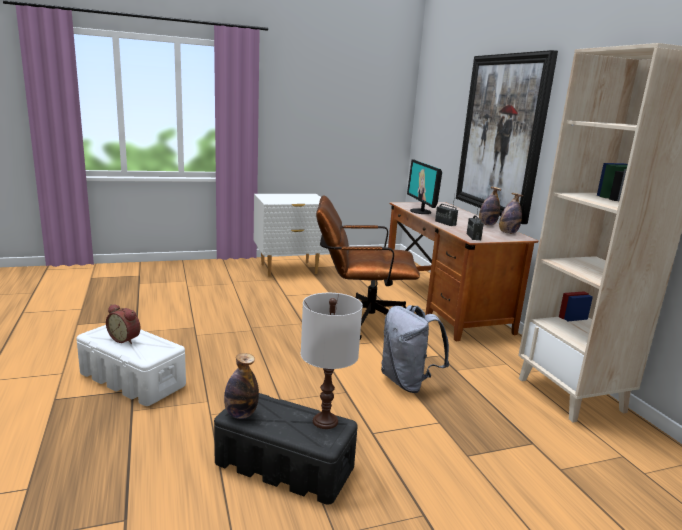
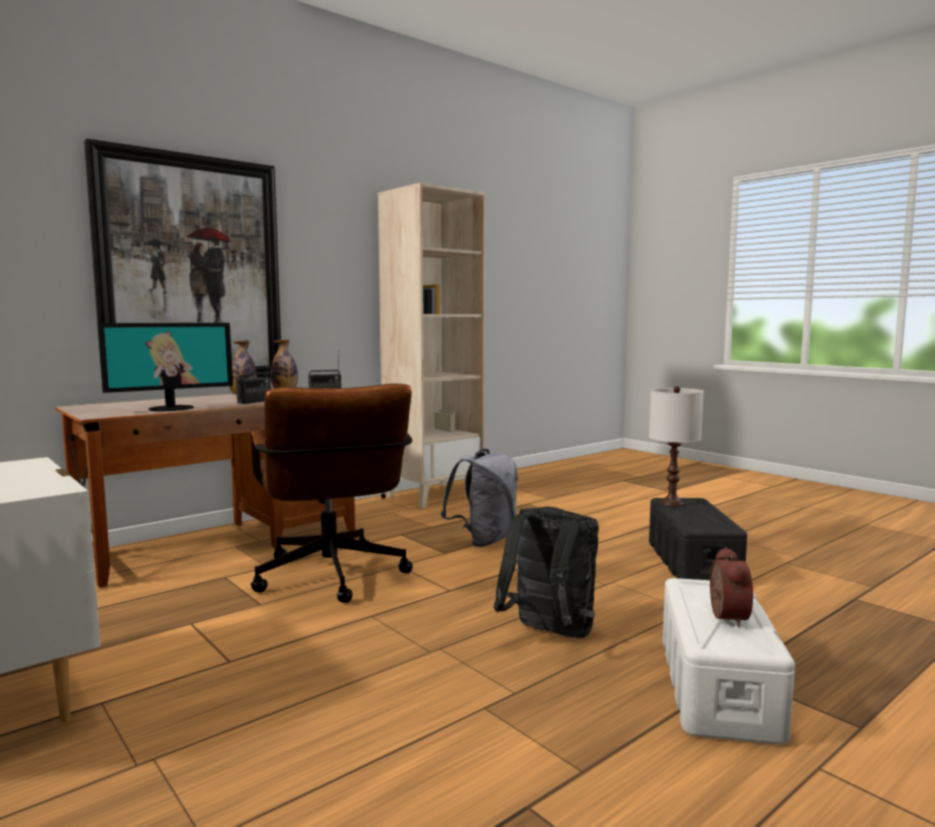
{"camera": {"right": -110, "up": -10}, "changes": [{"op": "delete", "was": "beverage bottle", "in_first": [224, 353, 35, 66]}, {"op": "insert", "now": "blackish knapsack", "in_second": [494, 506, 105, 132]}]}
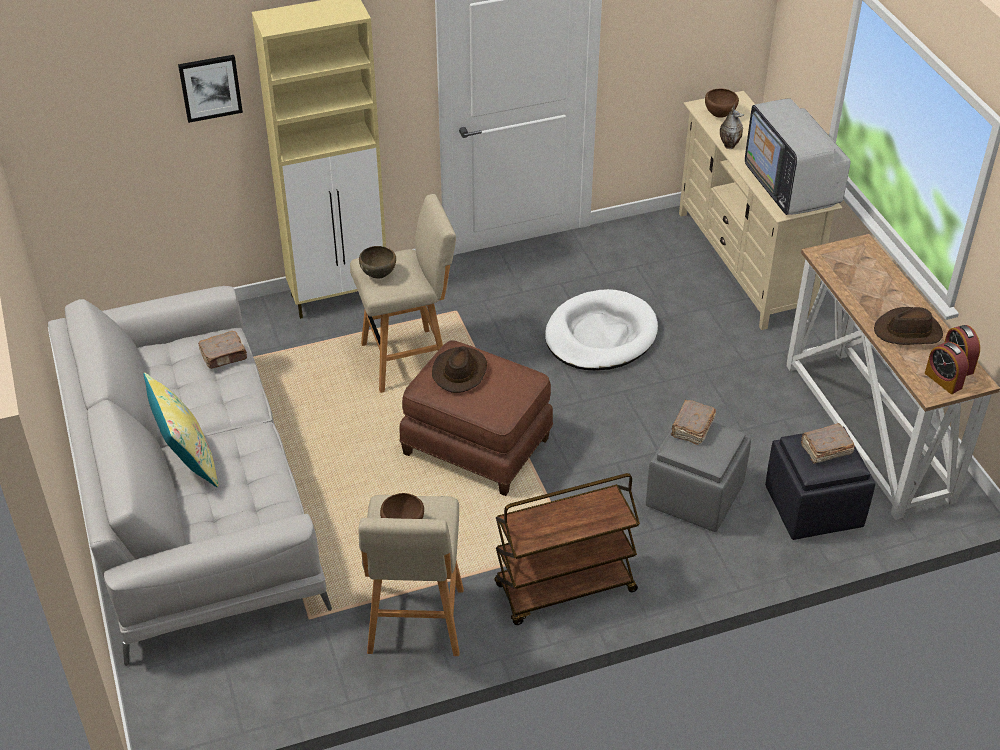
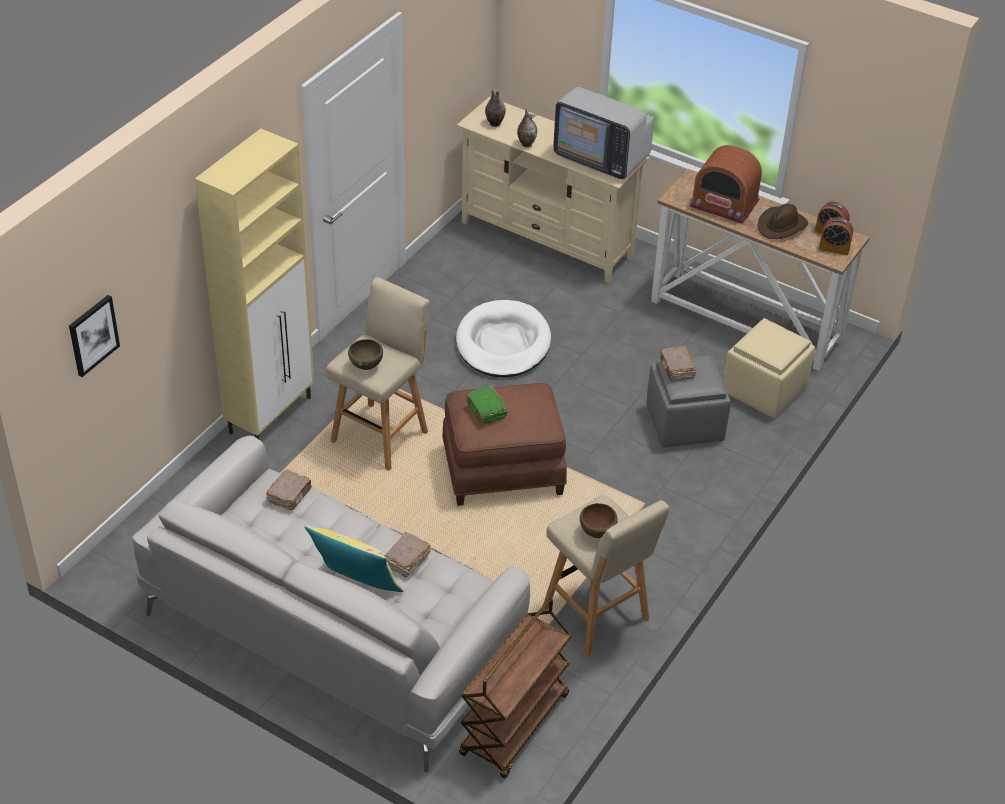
{"camera": {"right": -40, "up": 0}, "changes": [{"op": "insert", "now": "radio", "in_second": [690, 145, 72, 78]}, {"op": "move", "was": "picture", "in_first": [178, 55, 65, 68], "in_second": [69, 295, 51, 82]}, {"op": "move", "was": "brown wheeled cart", "in_first": [494, 473, 146, 152], "in_second": [459, 598, 113, 181]}, {"op": "move", "was": "brown volume", "in_first": [801, 423, 54, 40], "in_second": [384, 532, 47, 46]}, {"op": "replace", "was": "brown clothing hat", "now": "greenish volume", "in_first": [432, 346, 55, 47], "in_second": [466, 386, 42, 39]}, {"op": "replace", "was": "brown bowl", "now": "vase", "in_first": [705, 89, 34, 29], "in_second": [485, 90, 21, 37]}, {"op": "recolor", "was": "blackish pouffe", "now": "beige pouffe", "in_first": [765, 427, 110, 113], "in_second": [723, 318, 92, 100]}]}
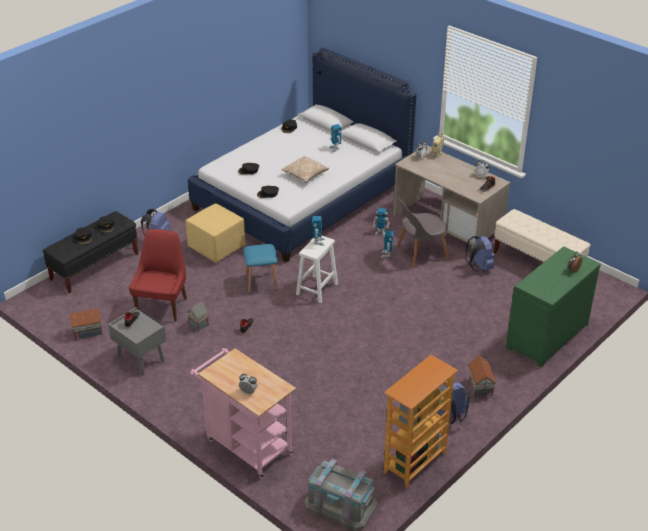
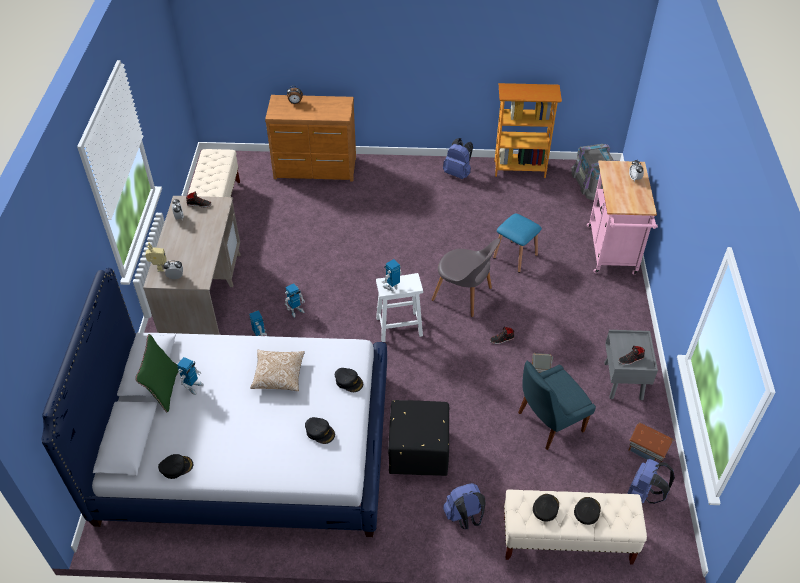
{"camera": {"right": -130, "up": 10}, "changes": [{"op": "delete", "was": "miniature house", "in_first": [468, 355, 29, 43]}, {"op": "insert", "now": "greenish throw pillow", "in_second": [135, 334, 43, 78]}, {"op": "move", "was": "blue-coloured stool seat", "in_first": [244, 244, 34, 49], "in_second": [493, 214, 49, 59]}, {"op": "move", "was": "gray upright chair", "in_first": [397, 197, 52, 71], "in_second": [431, 238, 69, 79]}, {"op": "move", "was": "blue-coloured knapsack", "in_first": [465, 236, 30, 35], "in_second": [627, 459, 48, 45]}, {"op": "recolor", "was": "blackish indoor bench", "now": "beige indoor bench", "in_first": [43, 211, 95, 83], "in_second": [504, 489, 143, 76]}, {"op": "recolor", "was": "red-coloured upright chair", "now": "blue-coloured upright chair", "in_first": [129, 229, 58, 92], "in_second": [518, 361, 78, 89]}, {"op": "recolor", "was": "yellow-coloured pouffe", "now": "blackish pouffe", "in_first": [186, 203, 60, 60], "in_second": [388, 400, 61, 76]}, {"op": "recolor", "was": "greenish chest of drawers", "now": "brown chest of drawers", "in_first": [506, 246, 95, 121], "in_second": [265, 95, 91, 86]}]}
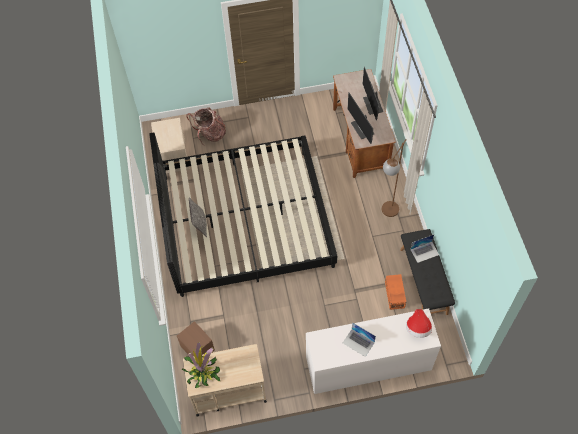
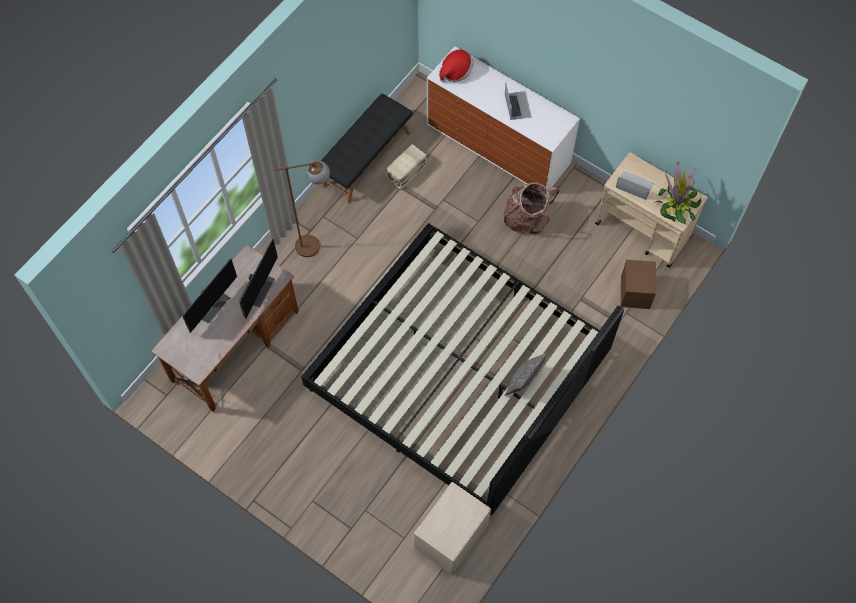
{"camera": {"right": -135, "up": 5}, "changes": [{"op": "move", "was": "knapsack", "in_first": [186, 107, 40, 39], "in_second": [504, 182, 55, 53]}, {"op": "move", "was": "portable computer", "in_first": [410, 234, 29, 29], "in_second": [616, 171, 38, 29]}, {"op": "recolor", "was": "orangey storage container", "now": "beige storage container", "in_first": [385, 274, 21, 36], "in_second": [386, 144, 41, 46]}]}
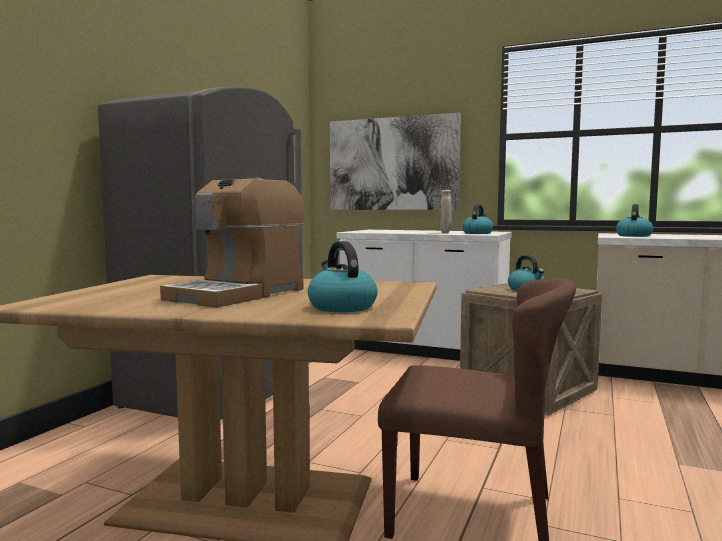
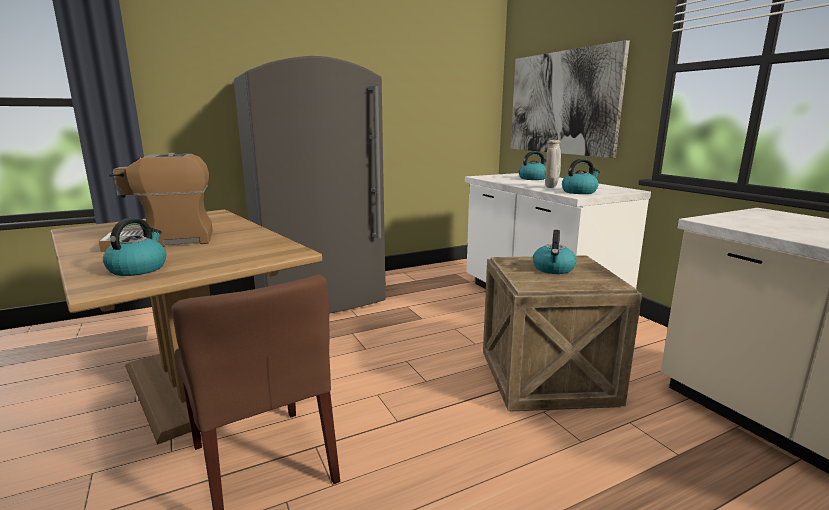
{"camera": {"right": 40, "up": 10}, "changes": [{"op": "move", "was": "tea kettle", "in_first": [616, 204, 37, 33], "in_second": [519, 151, 28, 29]}]}
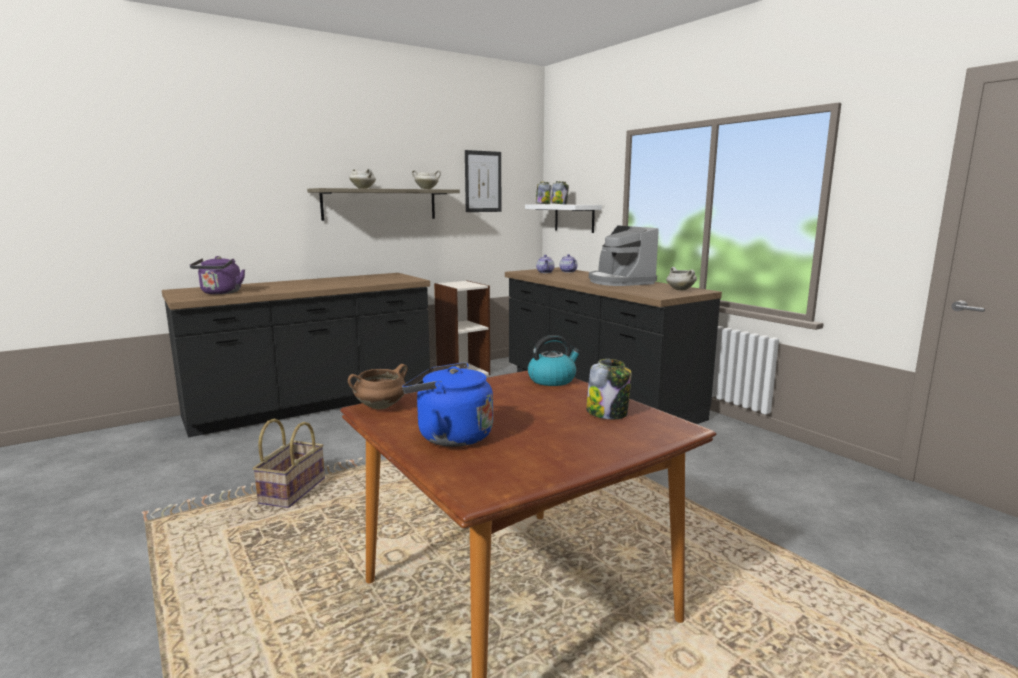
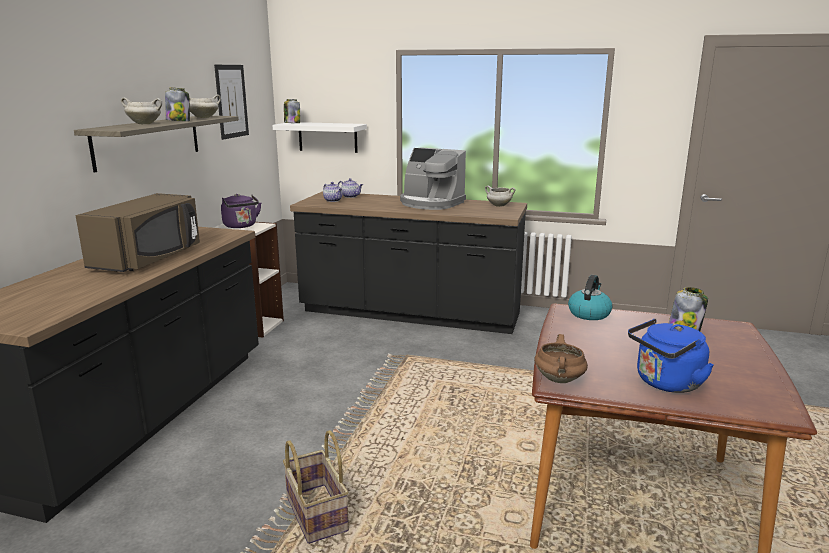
{"camera": {"right": -40, "up": 5}, "changes": [{"op": "insert", "now": "brown microwave", "in_second": [76, 193, 124, 79]}, {"op": "move", "was": "purplish tea kettle", "in_first": [190, 256, 55, 38], "in_second": [221, 194, 40, 34]}, {"op": "move", "was": "preserve jar", "in_first": [551, 181, 18, 23], "in_second": [165, 88, 25, 33]}]}
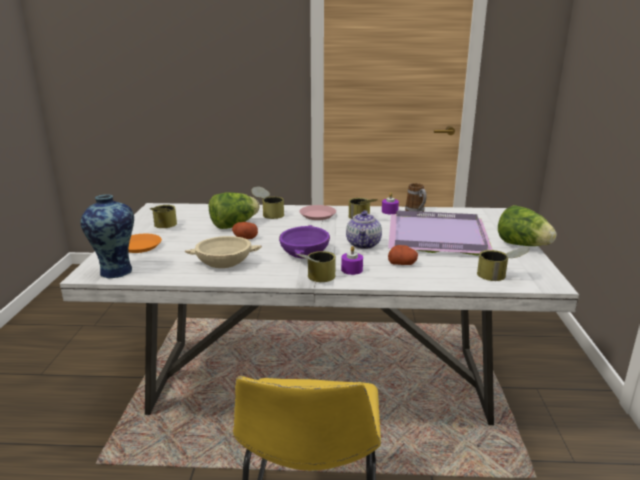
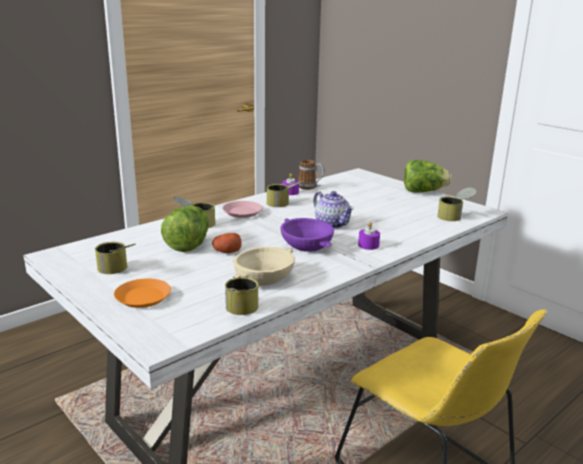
{"camera": {"right": -45, "up": 0}, "changes": [{"op": "delete", "was": "vase", "in_first": [80, 194, 54, 84]}, {"op": "delete", "was": "purplish carrying tray", "in_first": [388, 210, 105, 46]}, {"op": "delete", "was": "spud", "in_first": [388, 245, 30, 20]}, {"op": "move", "was": "can", "in_first": [296, 251, 40, 31], "in_second": [225, 277, 33, 38]}]}
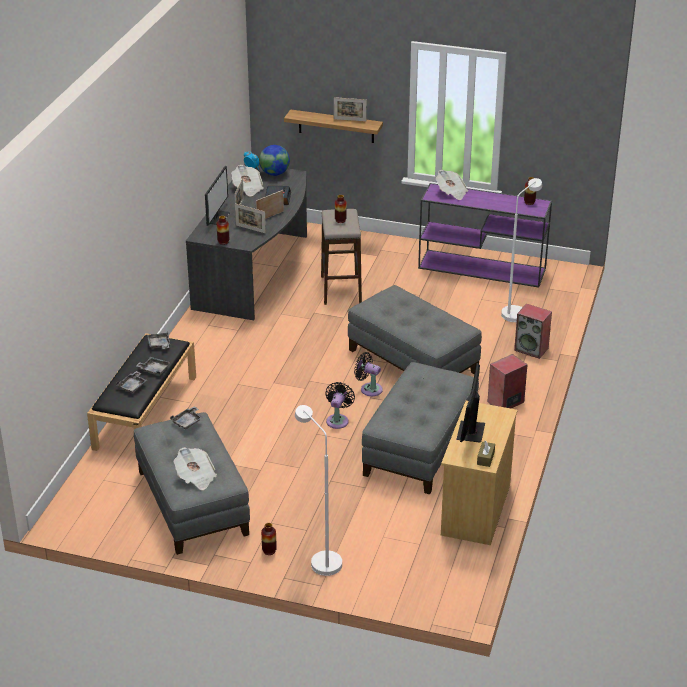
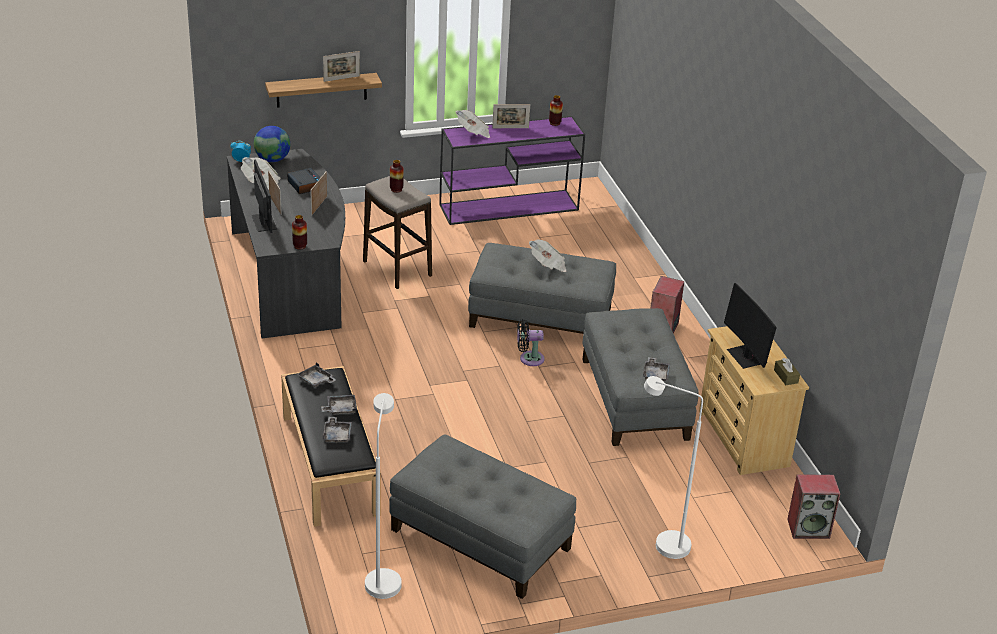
{"camera": {"right": -35, "up": 0}, "changes": [{"op": "delete", "was": "vase", "in_first": [261, 523, 16, 32]}, {"op": "delete", "was": "blackish electric fan", "in_first": [325, 382, 30, 47]}, {"op": "move", "was": "gray carrying tray", "in_first": [170, 406, 33, 23], "in_second": [643, 357, 27, 24]}, {"op": "move", "was": "printed paper", "in_first": [174, 447, 43, 43], "in_second": [529, 240, 37, 32]}, {"op": "move", "was": "picture frame", "in_first": [235, 204, 31, 30], "in_second": [492, 104, 38, 24]}, {"op": "move", "was": "white-coloured floor lamp", "in_first": [501, 178, 41, 144], "in_second": [365, 393, 37, 206]}, {"op": "move", "was": "speaker", "in_first": [514, 304, 38, 55], "in_second": [787, 474, 53, 65]}]}
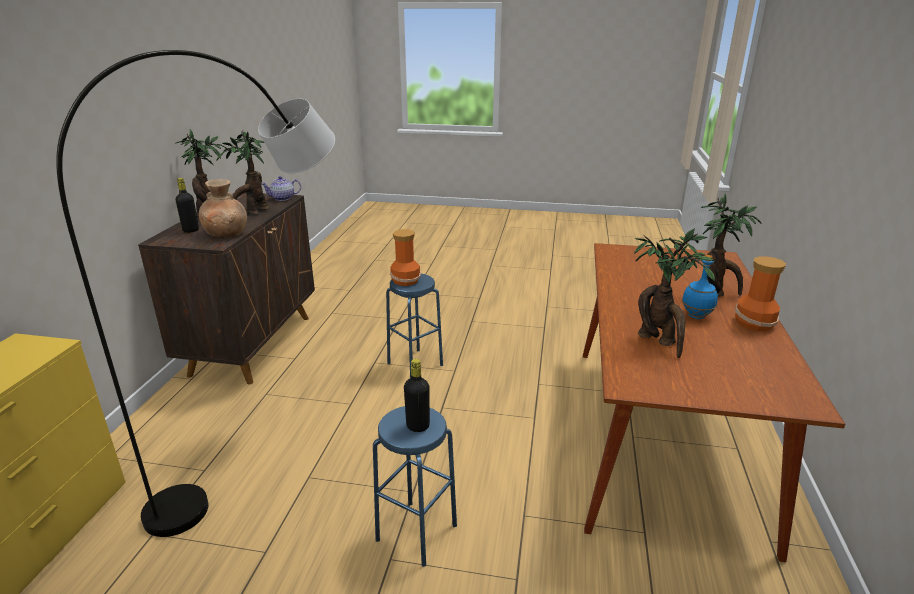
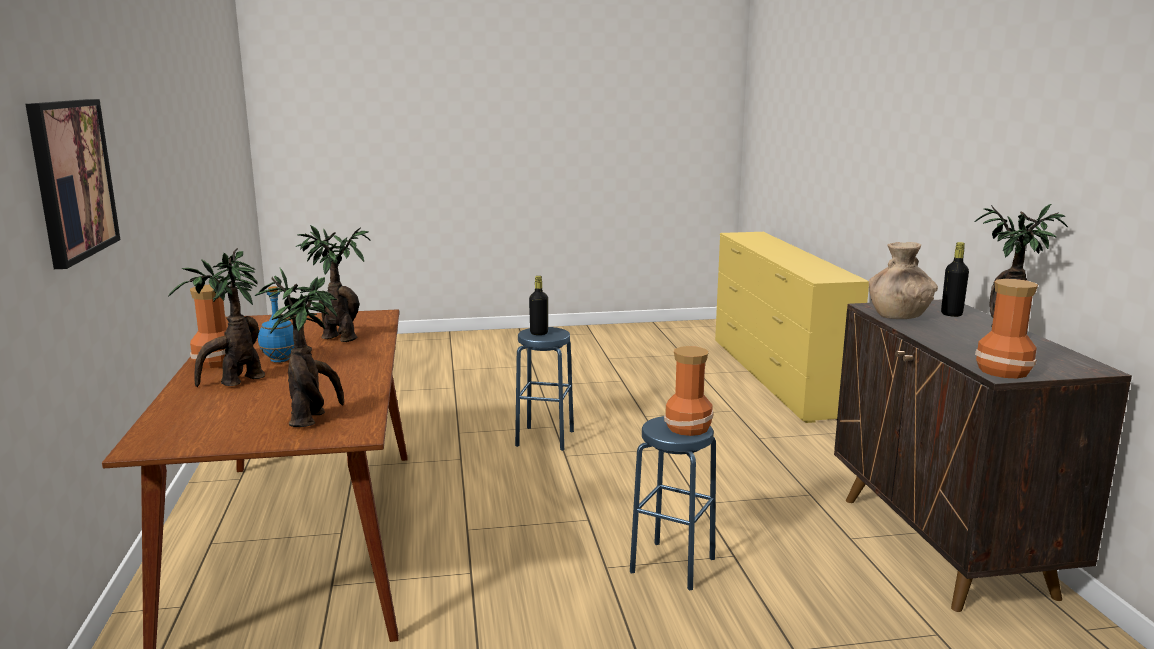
{"camera": {"right": 160, "up": -10}, "changes": [{"op": "delete", "was": "gray floor lamp", "in_first": [56, 50, 279, 487]}, {"op": "insert", "now": "picture", "in_second": [26, 99, 94, 170]}, {"op": "move", "was": "plant in a pot", "in_first": [216, 130, 53, 84], "in_second": [255, 268, 89, 159]}, {"op": "replace", "was": "teapot", "now": "vase", "in_first": [261, 176, 40, 25], "in_second": [975, 279, 63, 99]}]}
